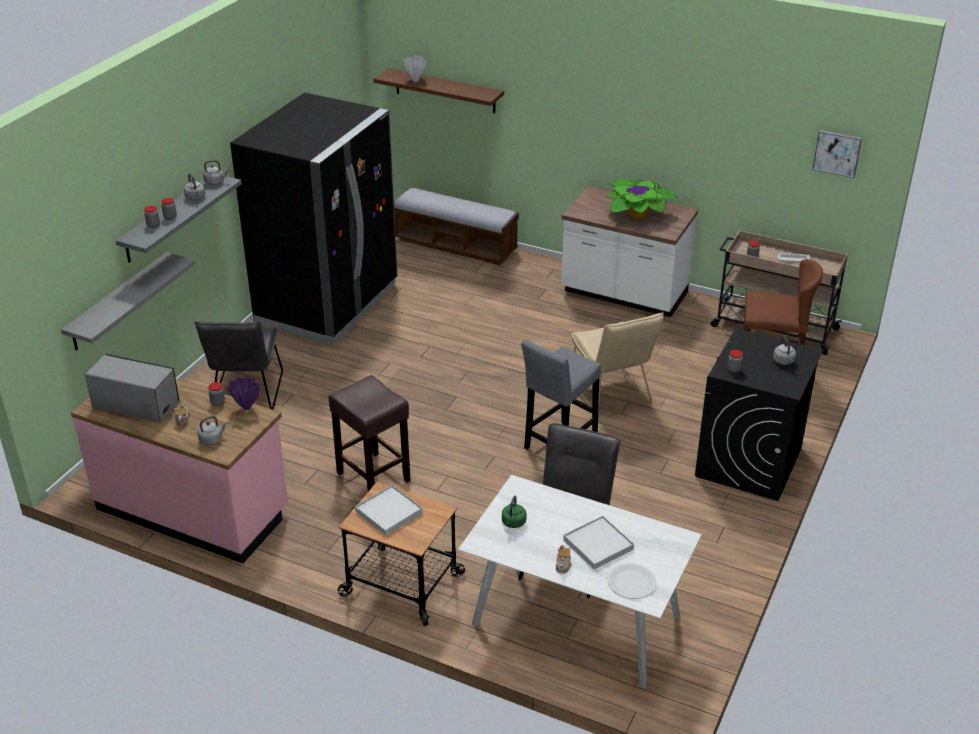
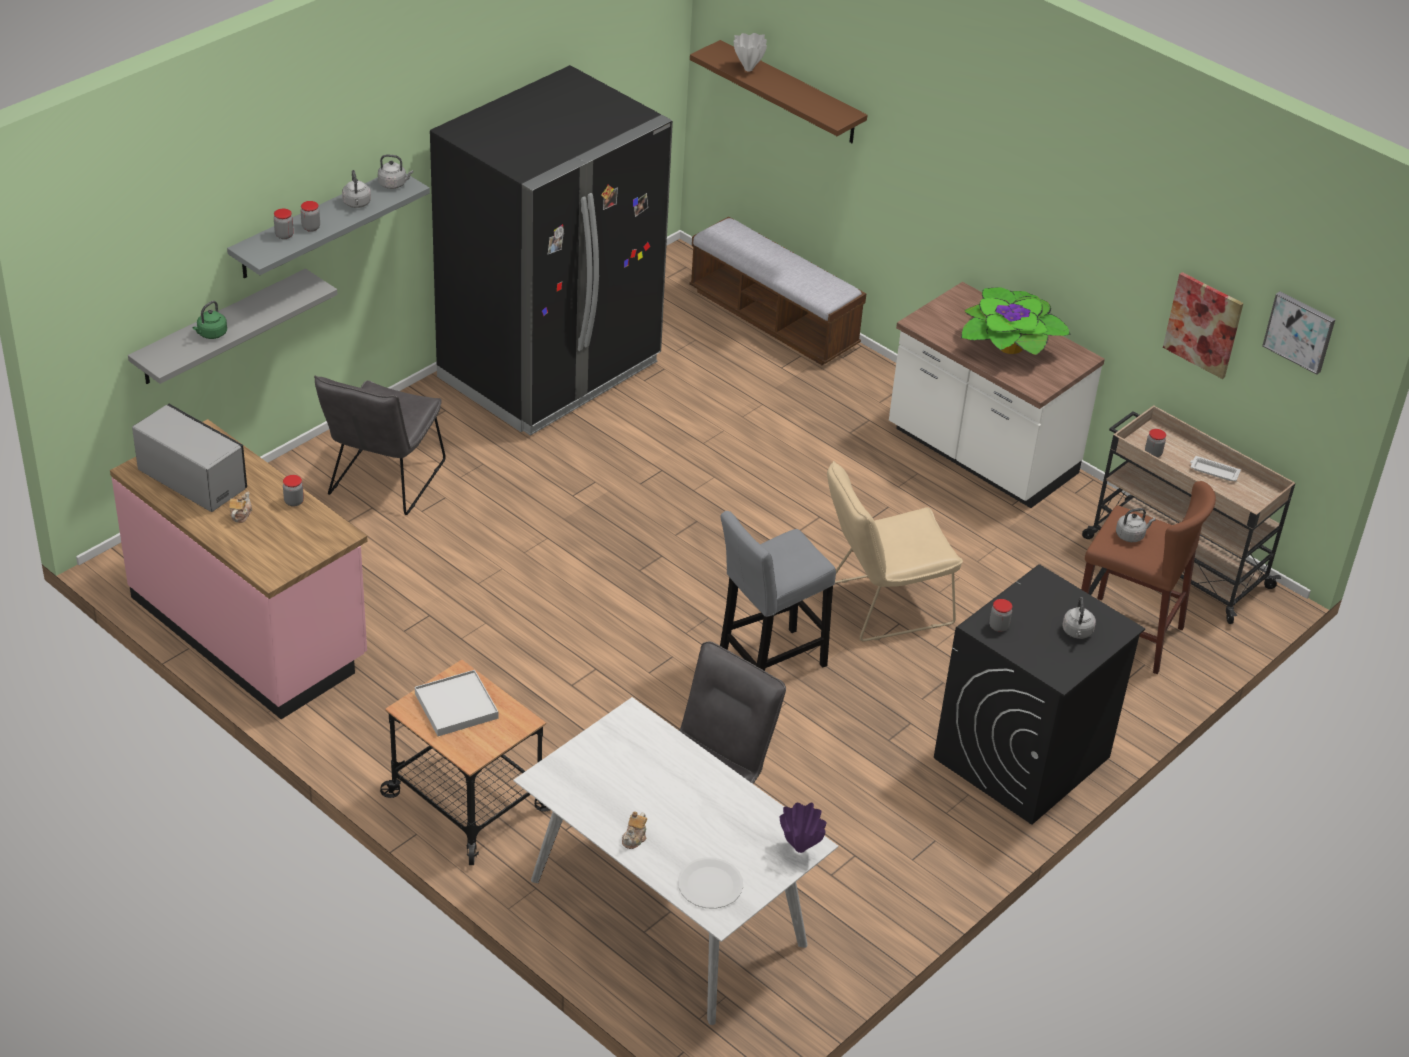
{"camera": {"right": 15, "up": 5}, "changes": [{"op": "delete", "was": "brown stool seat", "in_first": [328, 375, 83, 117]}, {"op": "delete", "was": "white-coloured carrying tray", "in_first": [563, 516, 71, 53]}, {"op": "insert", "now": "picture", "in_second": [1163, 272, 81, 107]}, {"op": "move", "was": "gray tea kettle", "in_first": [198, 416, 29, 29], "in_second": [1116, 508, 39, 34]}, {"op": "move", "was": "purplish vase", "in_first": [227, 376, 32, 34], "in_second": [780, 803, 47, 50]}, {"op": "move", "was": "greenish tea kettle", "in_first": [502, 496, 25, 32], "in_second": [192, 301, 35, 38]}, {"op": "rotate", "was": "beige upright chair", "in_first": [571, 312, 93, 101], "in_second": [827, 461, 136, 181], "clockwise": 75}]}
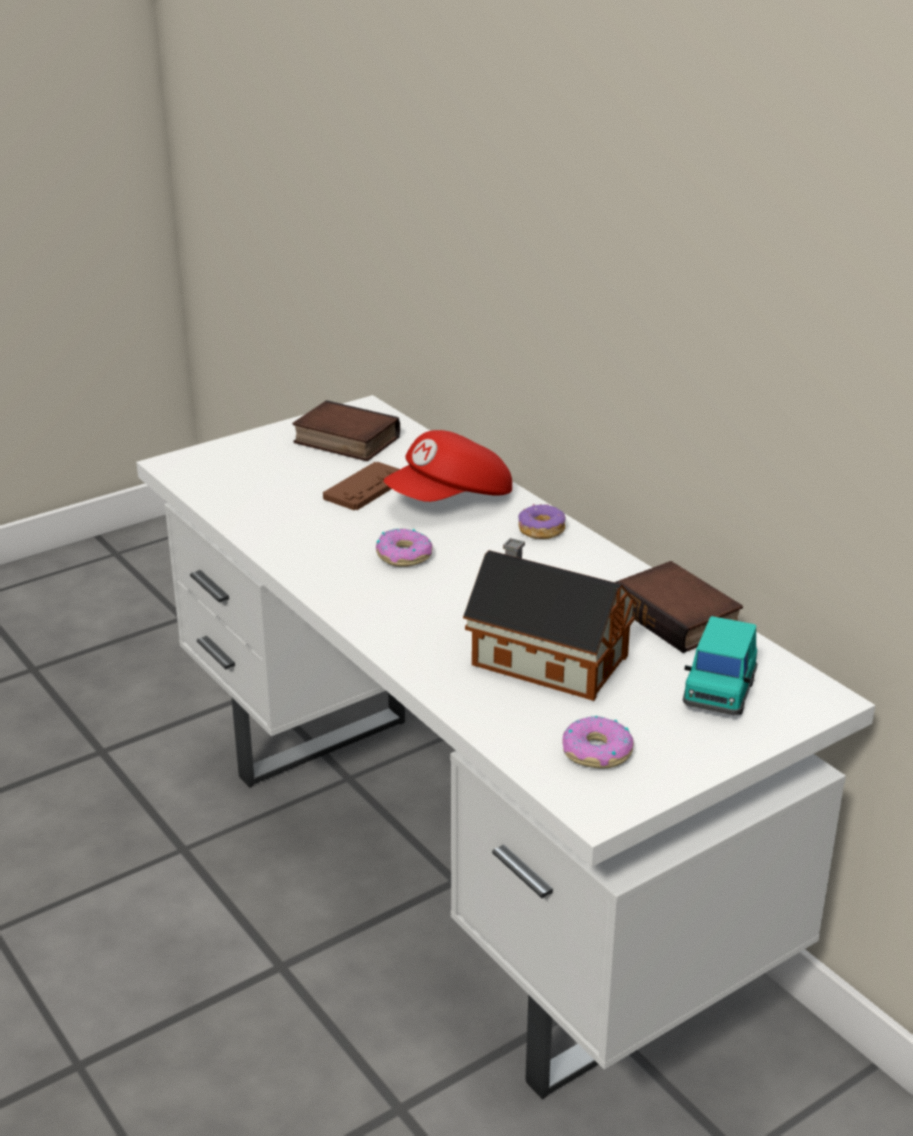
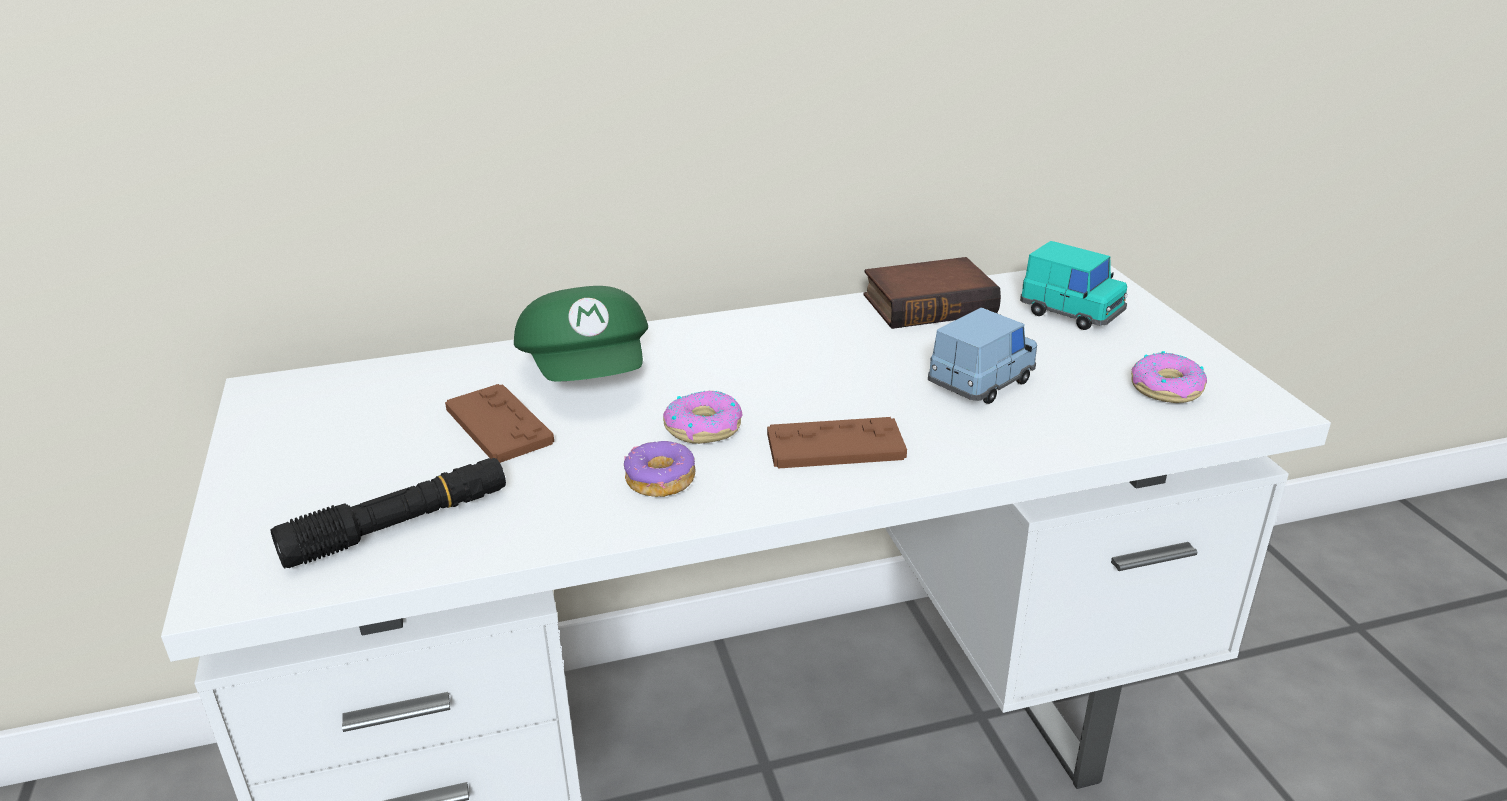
{"camera": {"right": -70, "up": 0}, "changes": [{"op": "delete", "was": "volume", "in_first": [292, 400, 108, 61]}, {"op": "insert", "now": "blackish flashlight", "in_second": [270, 458, 236, 110]}, {"op": "insert", "now": "brown gamepad", "in_second": [767, 417, 140, 52]}, {"op": "move", "was": "ring doughnut", "in_first": [518, 504, 48, 35], "in_second": [623, 441, 72, 56]}, {"op": "replace", "was": "miniature house", "now": "blue-coloured miniature car", "in_first": [463, 538, 174, 163], "in_second": [928, 308, 109, 96]}, {"op": "recolor", "was": "red-coloured peaked cap", "now": "greenish peaked cap", "in_first": [384, 430, 128, 72], "in_second": [514, 286, 134, 95]}]}
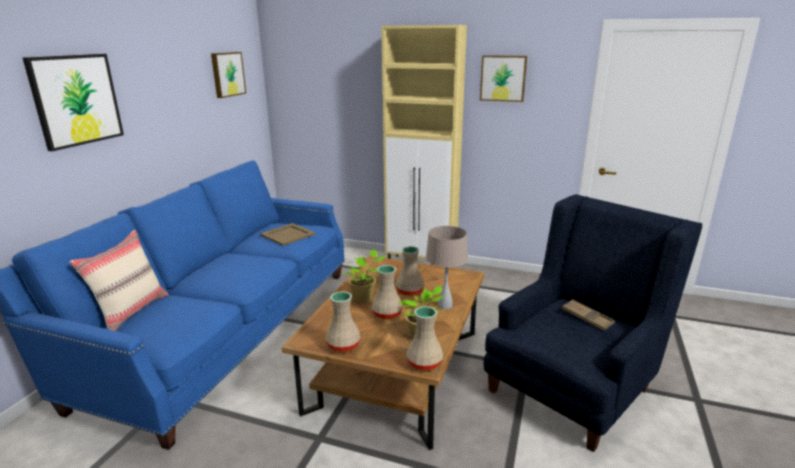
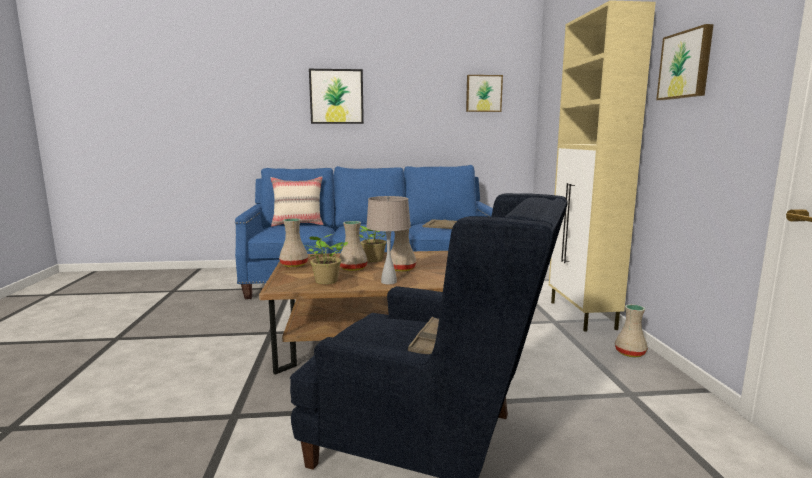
{"camera": {"right": 65, "up": -10}, "changes": [{"op": "move", "was": "beige vase", "in_first": [407, 306, 36, 65], "in_second": [615, 304, 33, 53]}]}
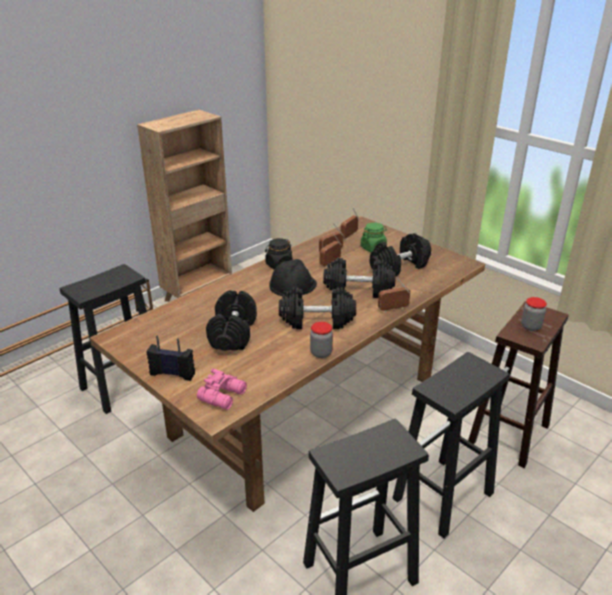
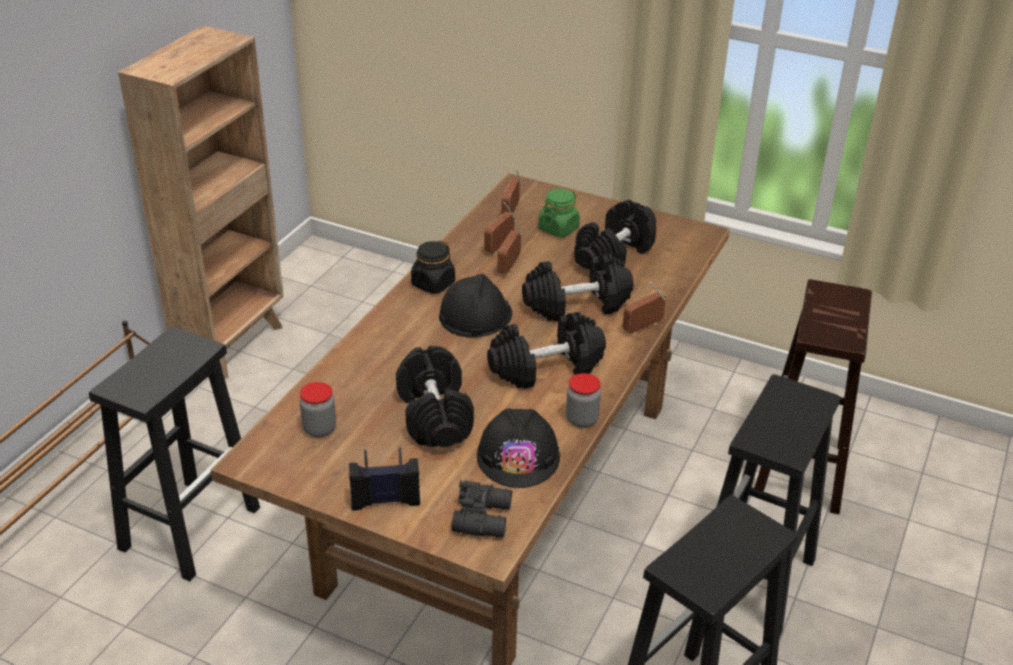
{"camera": {"right": -20, "up": 5}, "changes": [{"op": "insert", "now": "blackish work helmet", "in_second": [477, 409, 83, 79]}, {"op": "move", "was": "preserve jar", "in_first": [521, 297, 26, 34], "in_second": [300, 382, 36, 55]}, {"op": "recolor", "was": "pinkish pair of binoculars", "now": "blackish pair of binoculars", "in_first": [197, 368, 50, 42], "in_second": [452, 480, 60, 58]}]}
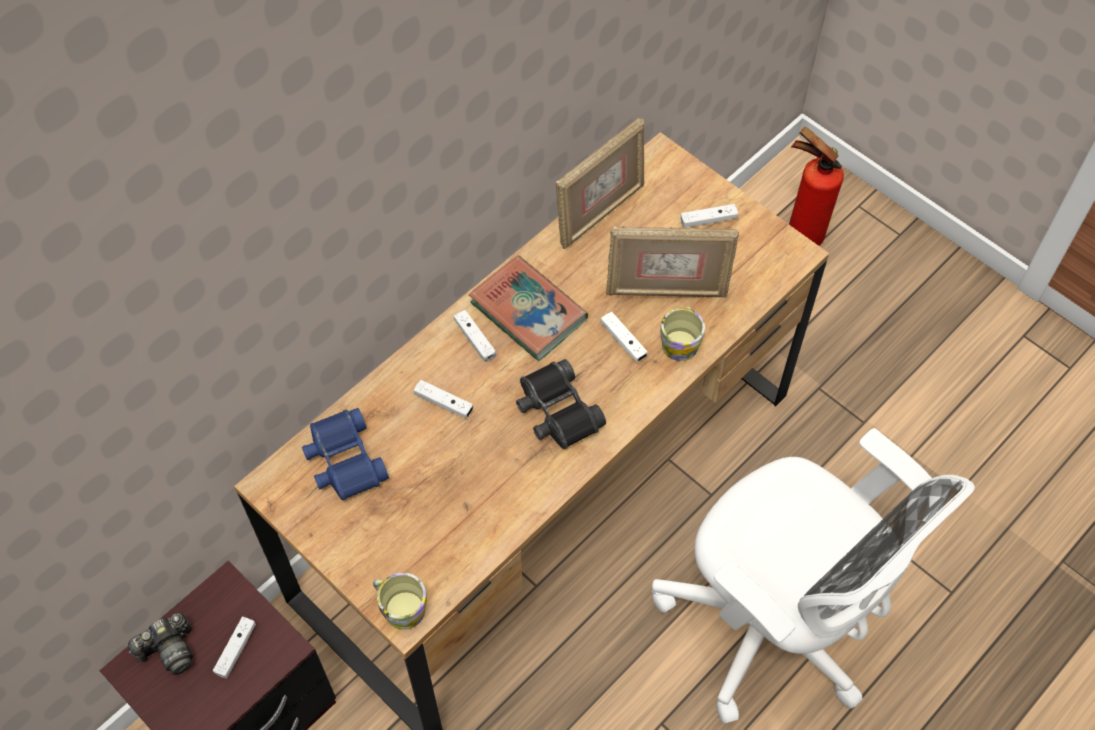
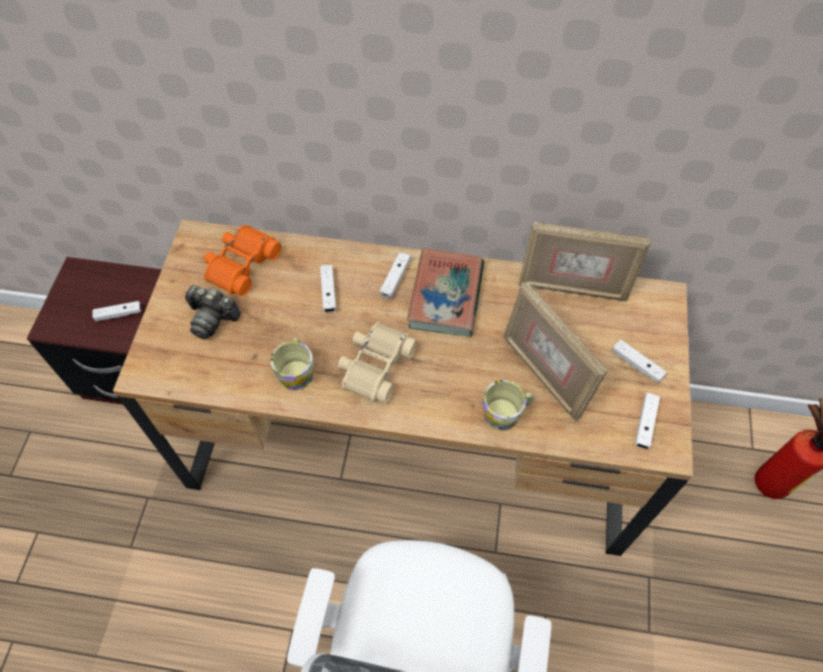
{"camera": {"right": 55, "up": 0}, "changes": [{"op": "move", "was": "still camera", "in_first": [128, 613, 65, 62], "in_second": [185, 285, 56, 54]}, {"op": "move", "was": "tea mug", "in_first": [373, 572, 54, 58], "in_second": [271, 338, 43, 52]}, {"op": "move", "was": "white-coloured gamepad", "in_first": [601, 312, 47, 50], "in_second": [635, 393, 25, 56]}, {"op": "recolor", "was": "blue-coloured pair of binoculars", "now": "orangey pair of binoculars", "in_first": [302, 408, 87, 92], "in_second": [204, 225, 77, 71]}, {"op": "recolor", "was": "blackish pair of binoculars", "now": "beige pair of binoculars", "in_first": [516, 359, 90, 90], "in_second": [338, 322, 79, 81]}]}
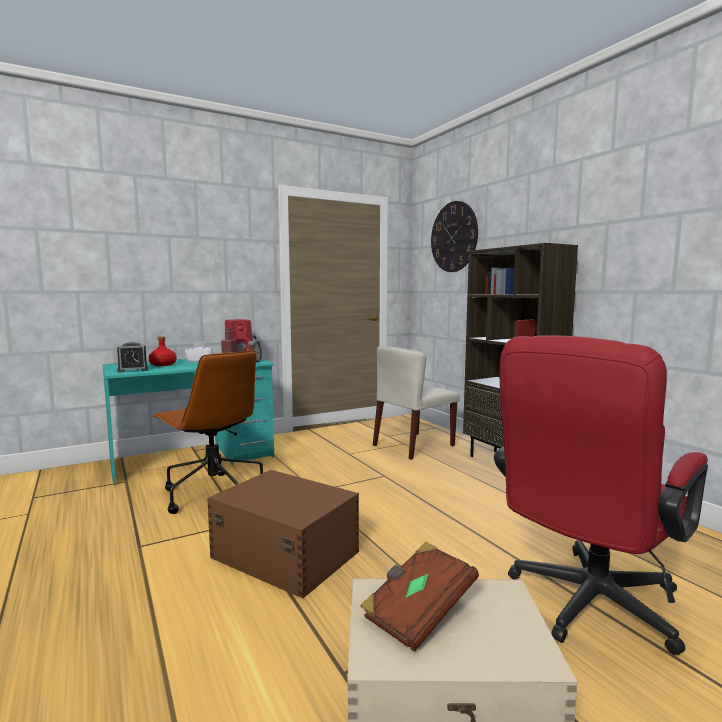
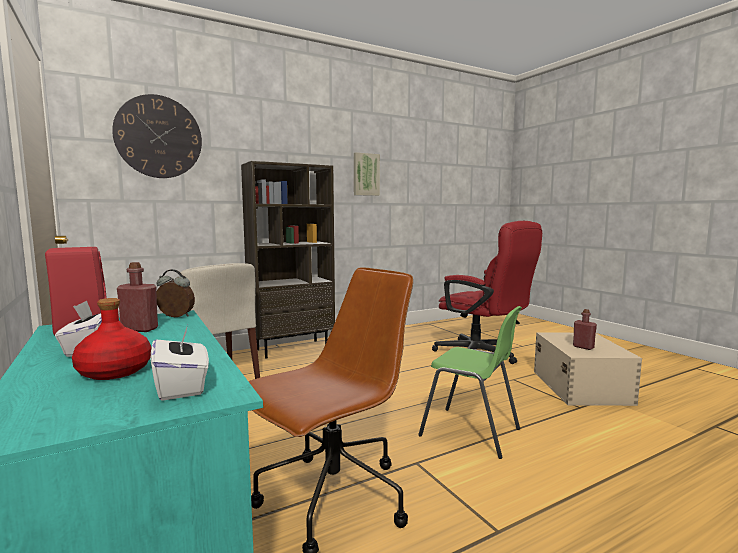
{"camera": {"right": -90, "up": 0}, "changes": [{"op": "insert", "now": "picture", "in_second": [354, 152, 26, 44]}, {"op": "replace", "was": "table clock", "now": "white-coloured box of tissues", "in_first": [117, 342, 31, 30], "in_second": [151, 325, 58, 76]}, {"op": "replace", "was": "brown storage container", "now": "greenish upright chair", "in_first": [207, 470, 152, 128], "in_second": [418, 306, 104, 153]}, {"op": "replace", "was": "brown volume", "now": "red-coloured beverage bottle", "in_first": [360, 541, 119, 111], "in_second": [573, 309, 24, 41]}]}
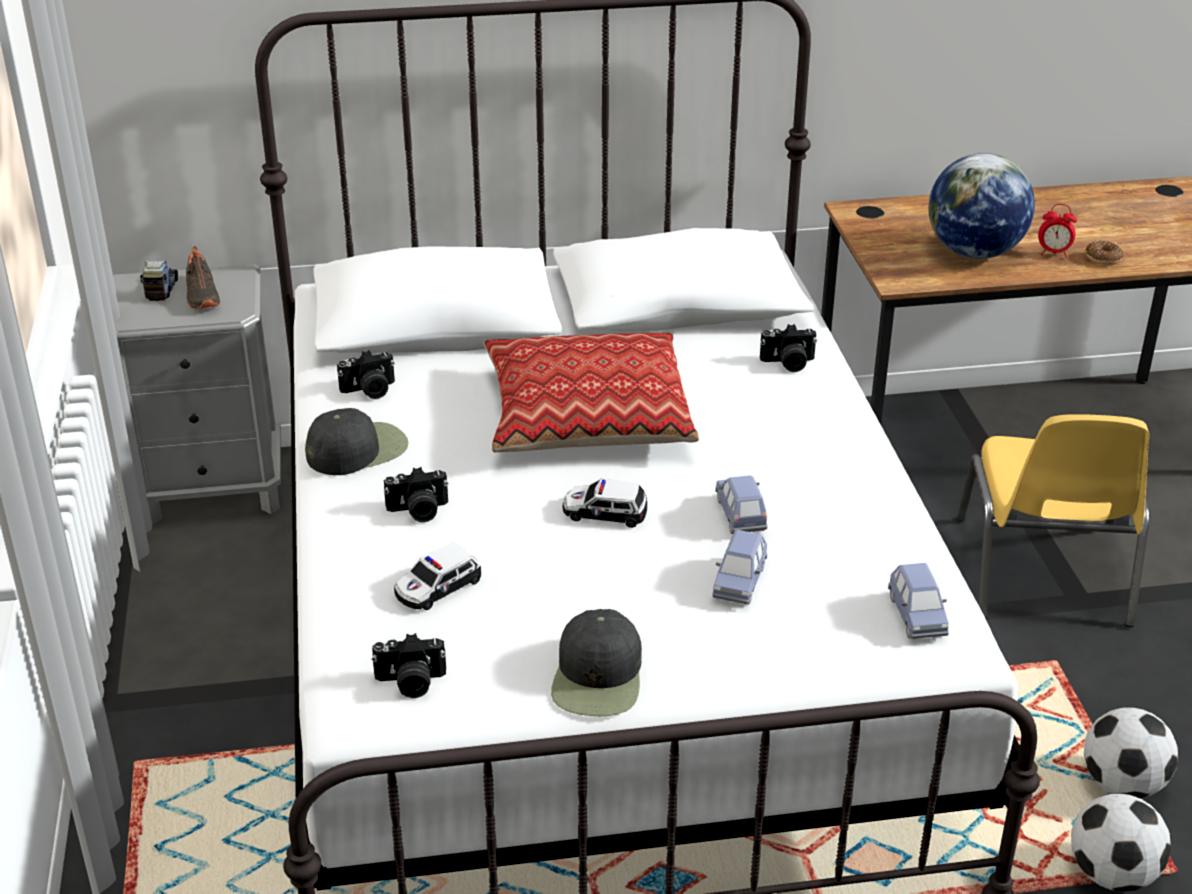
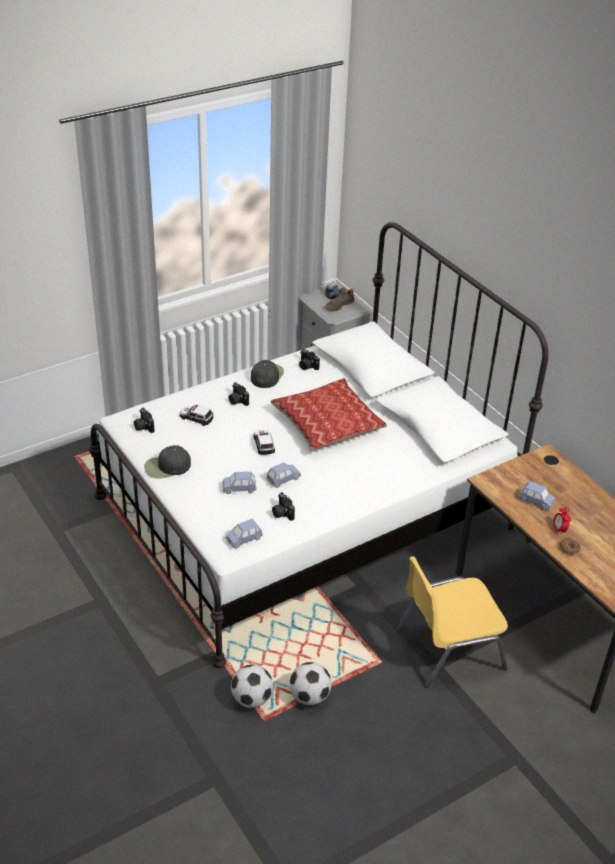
{"camera": {"right": 65, "up": 5}, "changes": [{"op": "move", "was": "still camera", "in_first": [760, 324, 57, 48], "in_second": [272, 492, 23, 29]}, {"op": "replace", "was": "desk globe", "now": "blue-coloured miniature car", "in_first": [929, 153, 106, 106], "in_second": [518, 481, 38, 30]}, {"op": "rotate", "was": "blackish peaked cap", "in_first": [305, 408, 103, 67], "in_second": [251, 360, 33, 28], "clockwise": -105}]}
